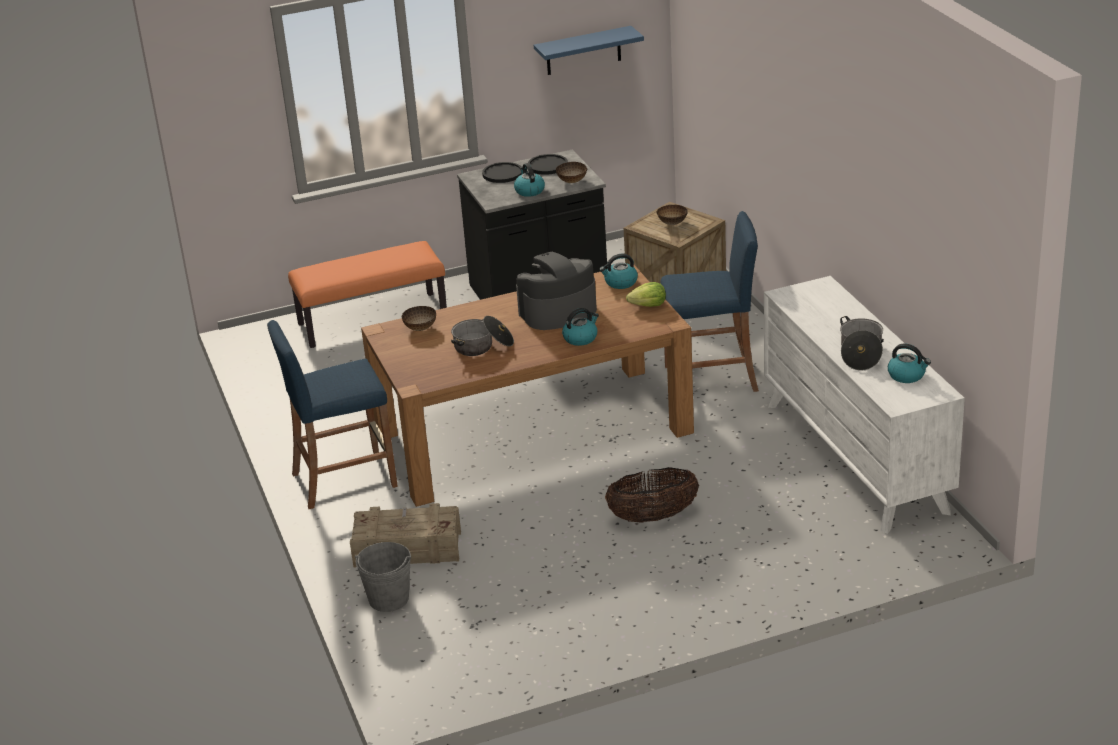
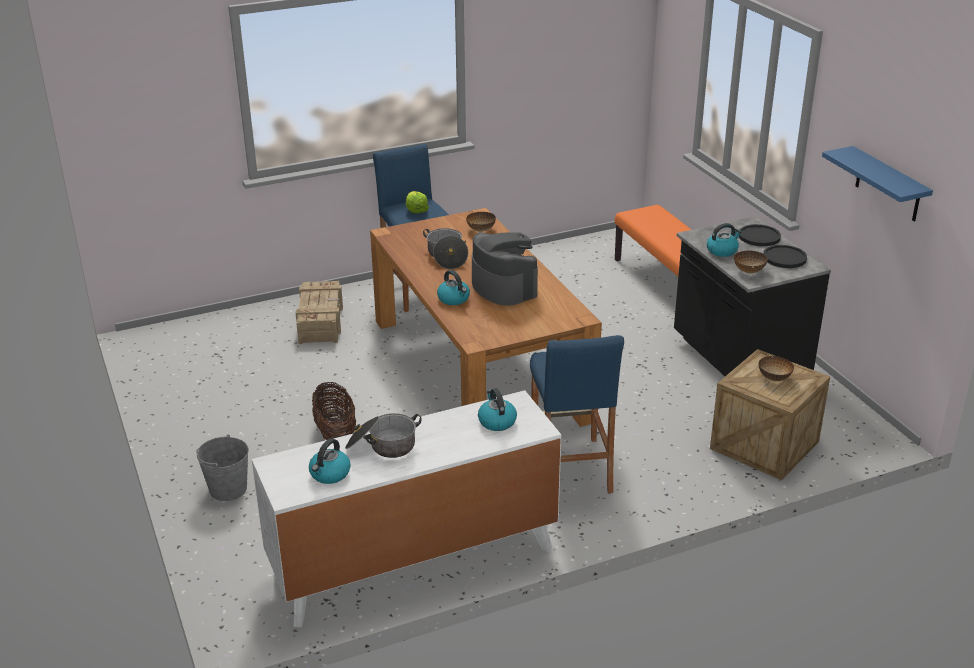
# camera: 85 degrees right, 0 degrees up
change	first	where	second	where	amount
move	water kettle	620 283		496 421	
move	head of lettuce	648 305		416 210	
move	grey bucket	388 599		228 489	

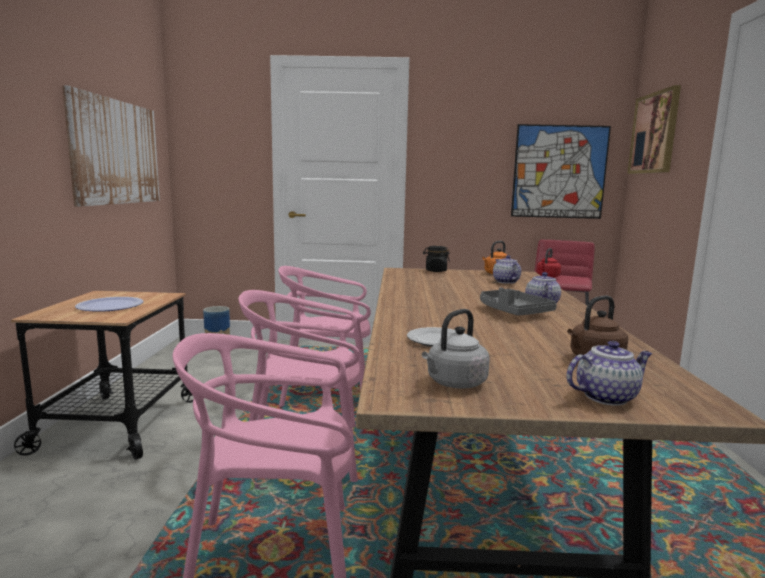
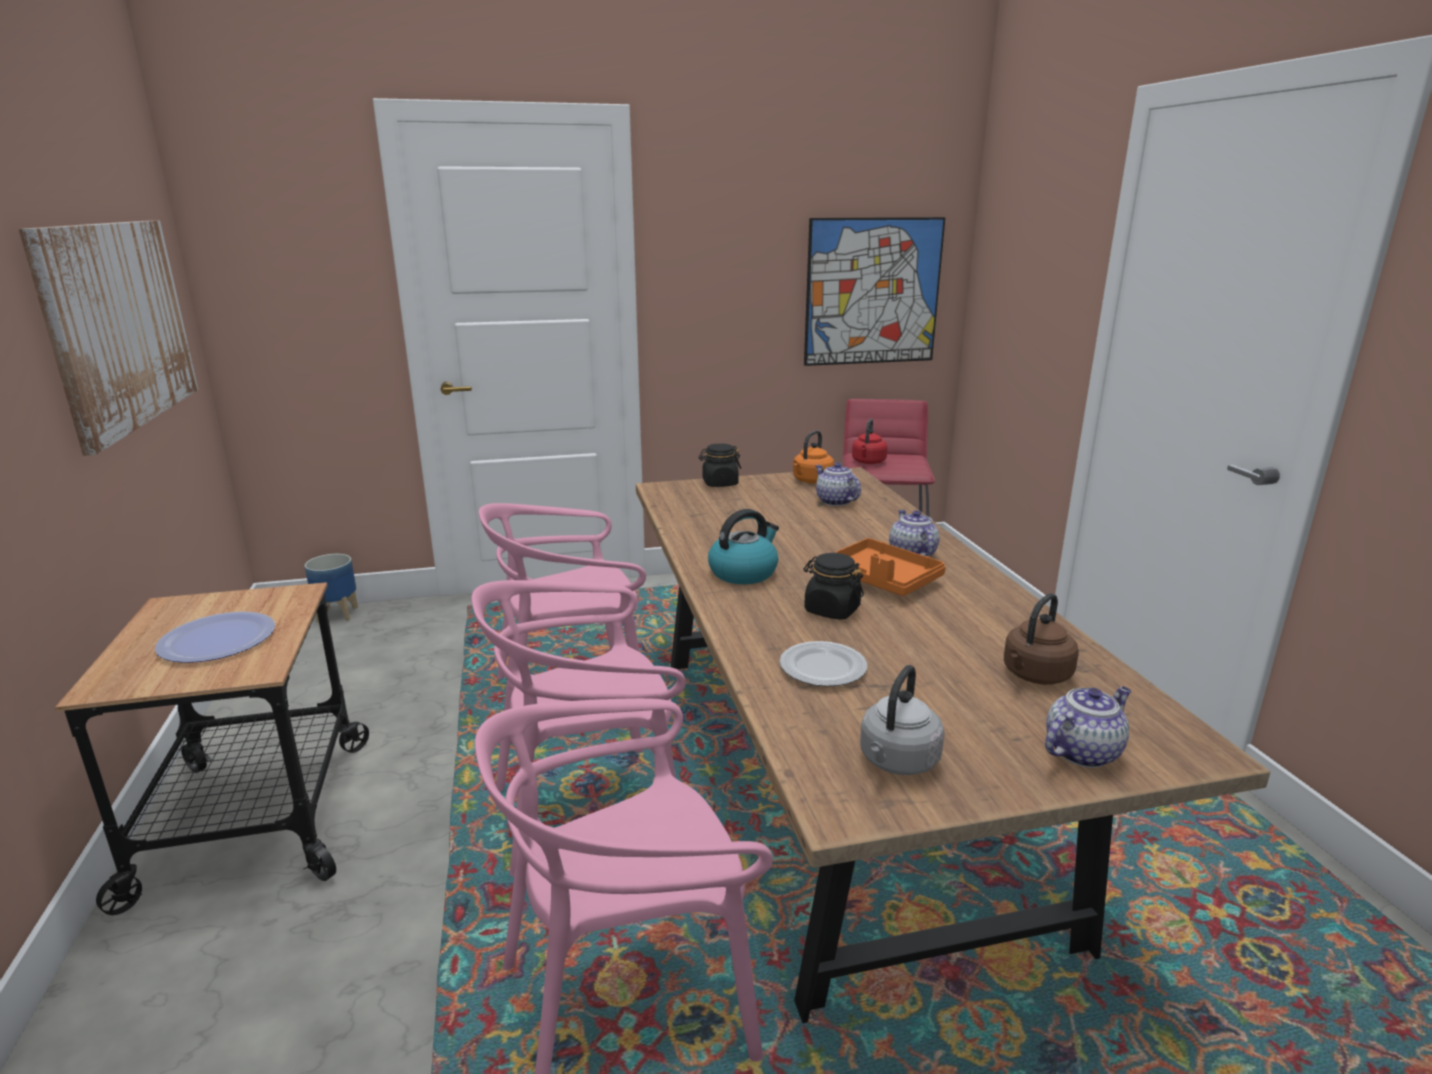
# camera: 15 degrees left, 10 degrees up
change	first	where	second	where	amount
delete	picture	654 133			
recolor	grey tray	512 312	orange tray	884 580	
insert			water kettle	743 572	
insert			black-coloured storage jar	831 610	

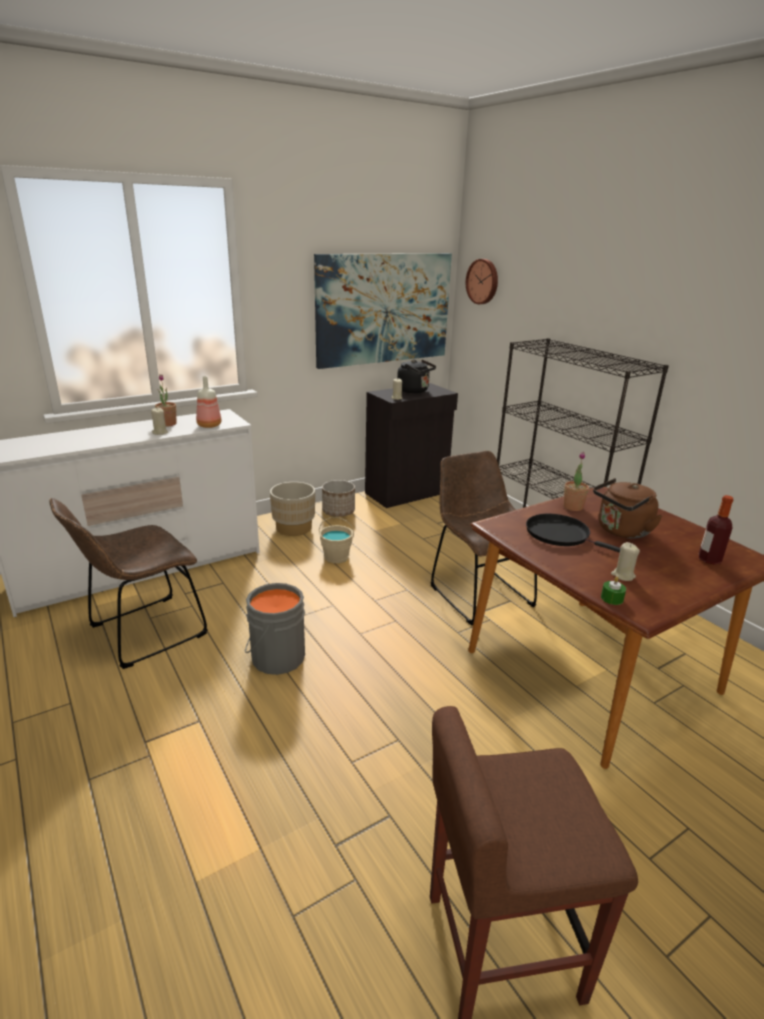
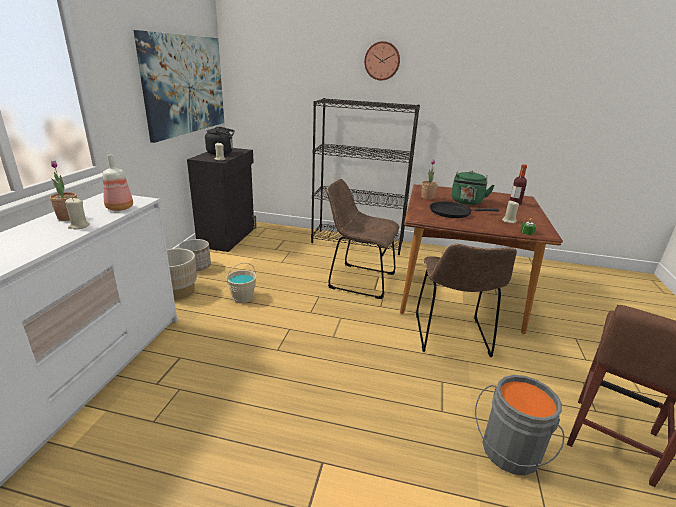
# camera: 45 degrees left, 0 degrees up
change	first	where	second	where	amount
move	hanging clock	483 281		382 61	
recolor	brownish water kettle	621 531	greenish water kettle	467 202	
move	brownish upright chair	142 633		452 337	
move	grey bucket	275 657		508 452	

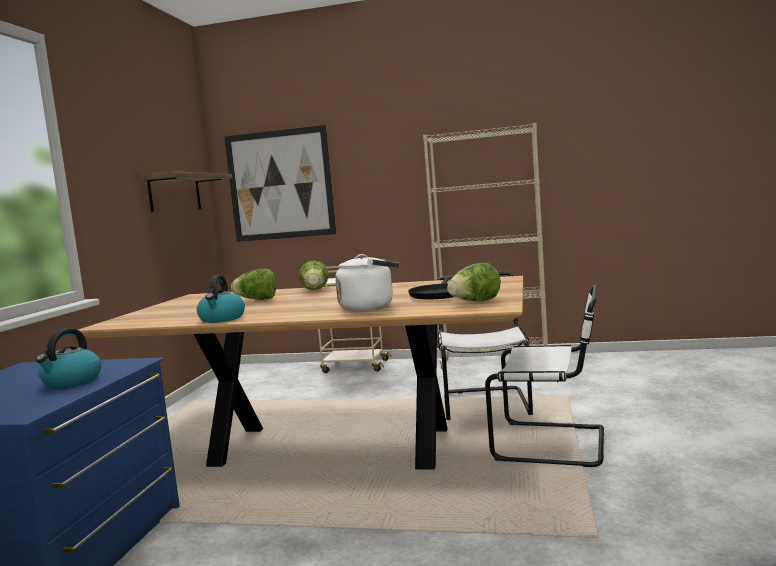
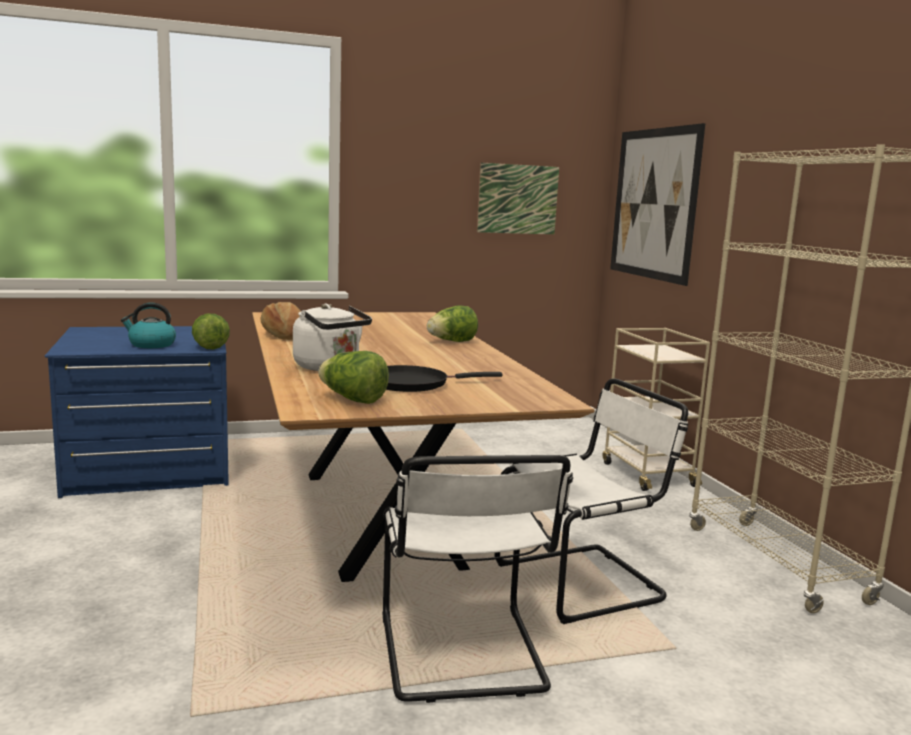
# camera: 60 degrees right, 5 degrees up
change	first	where	second	where	amount
replace	bracket shelf	175 193	picture	517 199	
move	head of lettuce	257 300		209 346	
replace	water kettle	222 319	baked bread	283 335	

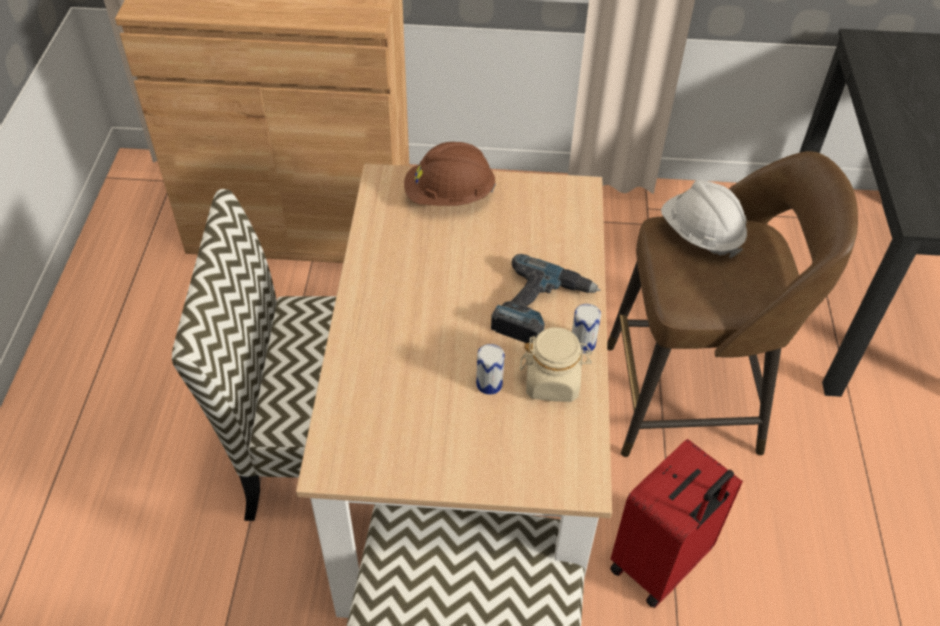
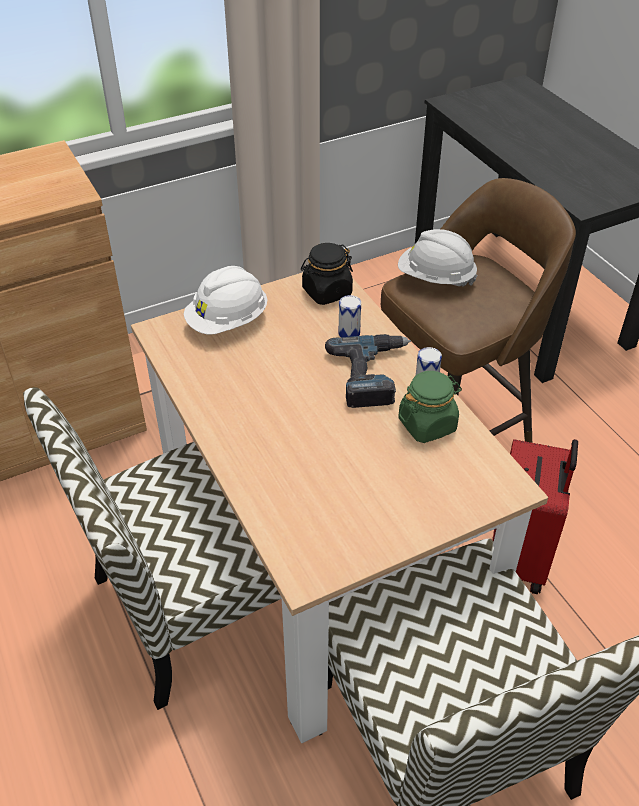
# camera: 30 degrees left, 5 degrees down
change	first	where	second	where	amount
recolor	brownish hard hat	449 196	white hard hat	228 322	
recolor	beige-coloured storage jar	552 382	greenish storage jar	427 424	
move	sealed can	489 384		349 333	
insert			black-coloured storage jar	326 292	

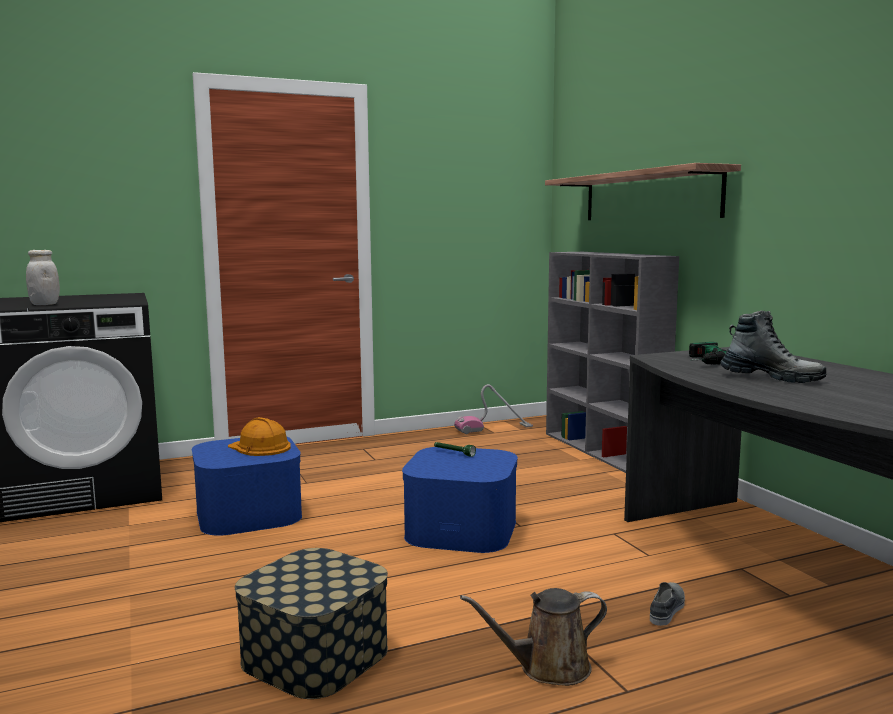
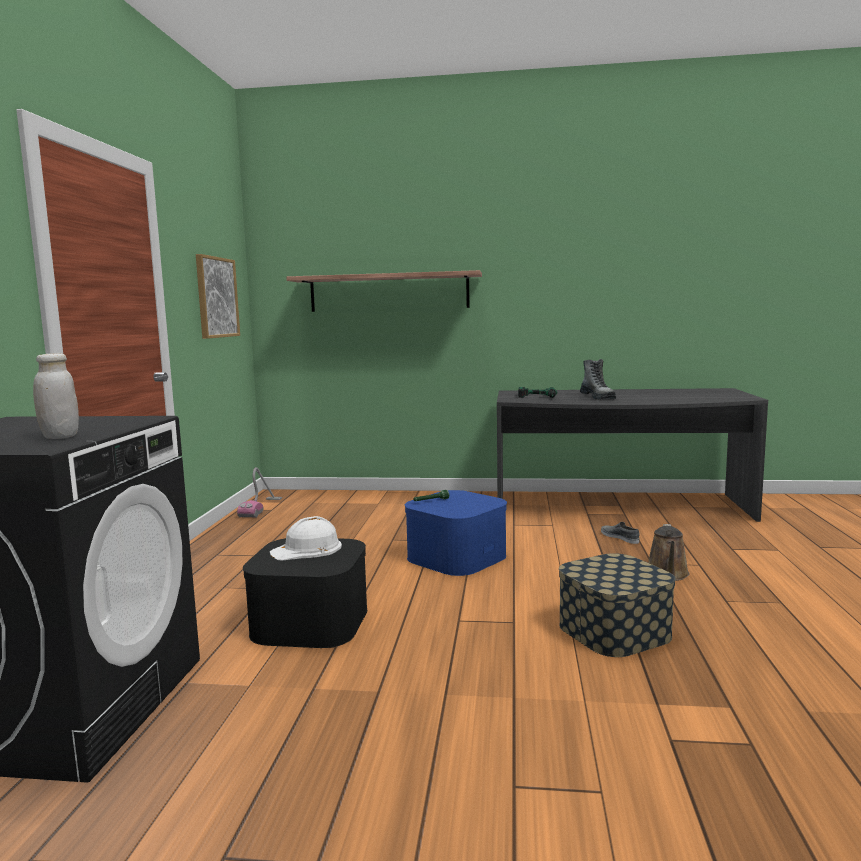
# camera: 60 degrees left, 0 degrees up
change	first	where	second	where	amount
delete	grey bookshelf	603 451			
rotate	boot	771 378		598 397	105 degrees clockwise
recolor	orange hard hat	260 447	white hard hat	307 549	
recolor	blue-coloured storage bin	248 513	black-coloured storage bin	310 622	
insert			picture	216 297	

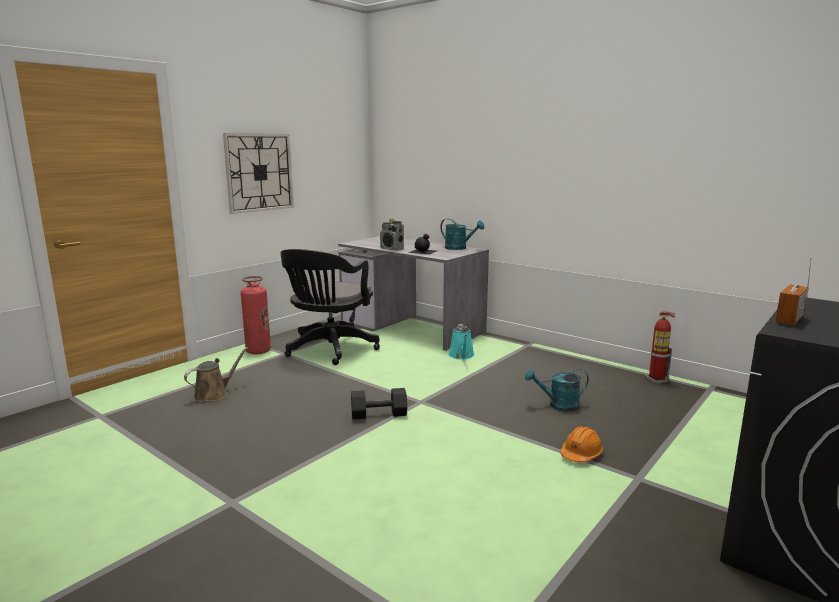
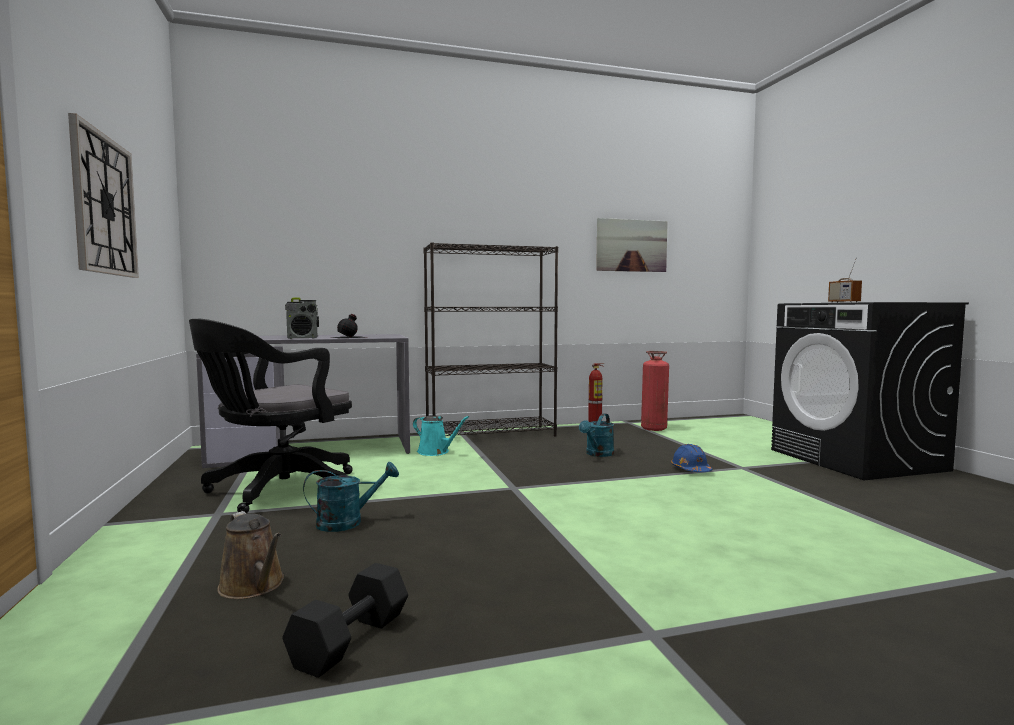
# camera: 55 degrees left, 10 degrees down
change	first	where	second	where	amount
move	turquoise-coloured watering pot	459 248		348 522	
rotate	black-coloured computer chair	329 350		276 491	75 degrees clockwise
move	fire extinguisher	258 351		653 429	
rotate	brownish watering pot	214 394		254 586	150 degrees clockwise
move	black-coloured free weight	379 414		349 639	
recolor	orange hard hat	581 454	blue-coloured hard hat	691 470	
insert			picture	631 245	
insert			black-coloured bookshelf	491 434	

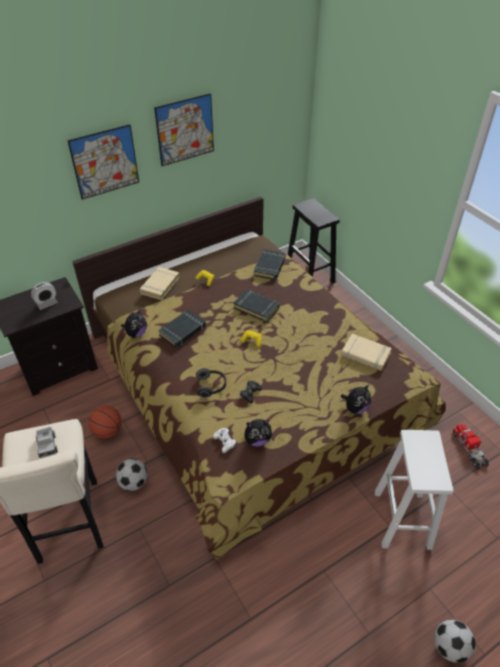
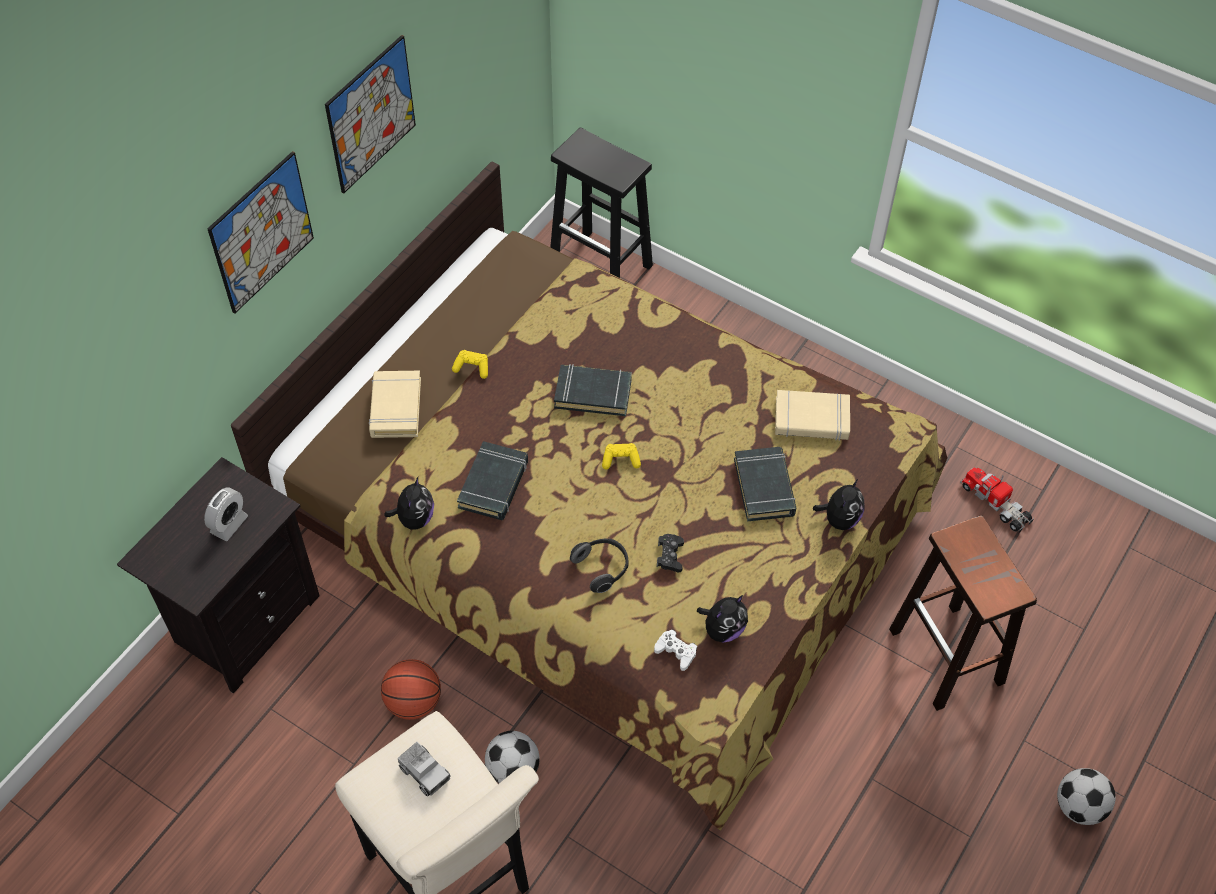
# camera: 25 degrees left, 10 degrees up
change	first	where	second	where	amount
move	black-coloured bound book	270 267		764 487	
recolor	white sitting stool	402 521	brownish sitting stool	947 657	

